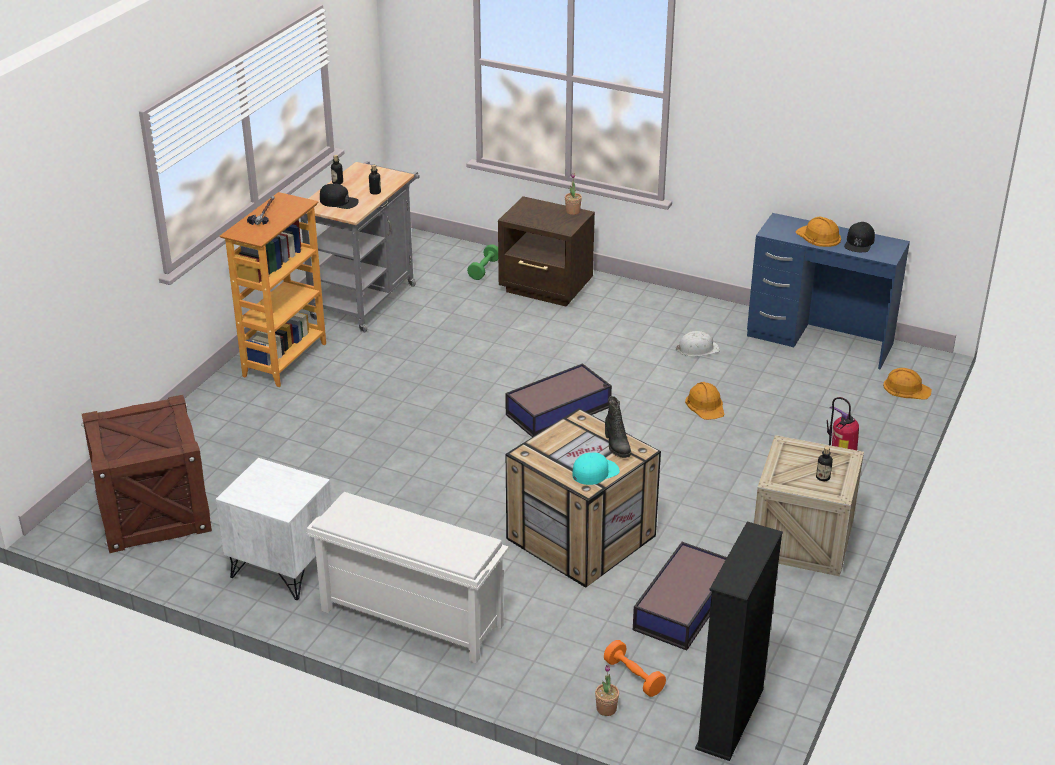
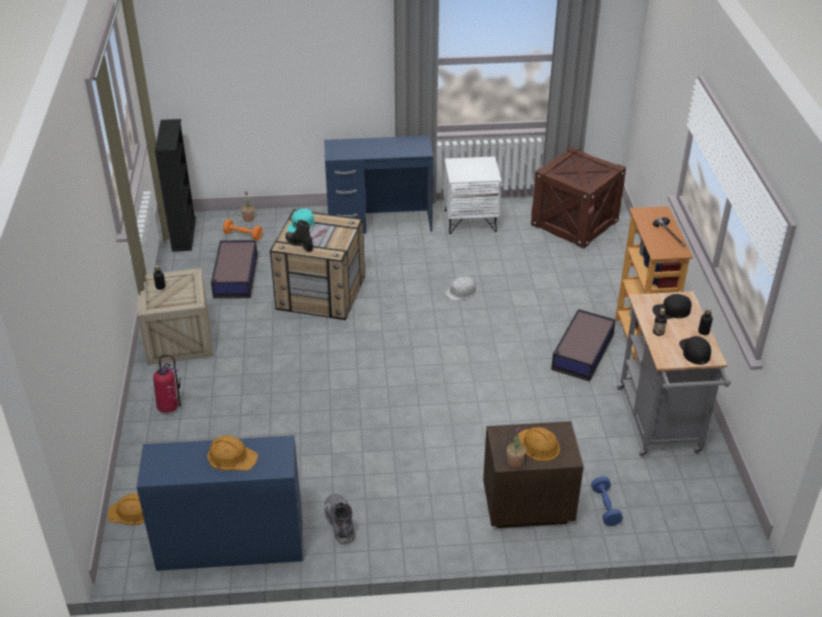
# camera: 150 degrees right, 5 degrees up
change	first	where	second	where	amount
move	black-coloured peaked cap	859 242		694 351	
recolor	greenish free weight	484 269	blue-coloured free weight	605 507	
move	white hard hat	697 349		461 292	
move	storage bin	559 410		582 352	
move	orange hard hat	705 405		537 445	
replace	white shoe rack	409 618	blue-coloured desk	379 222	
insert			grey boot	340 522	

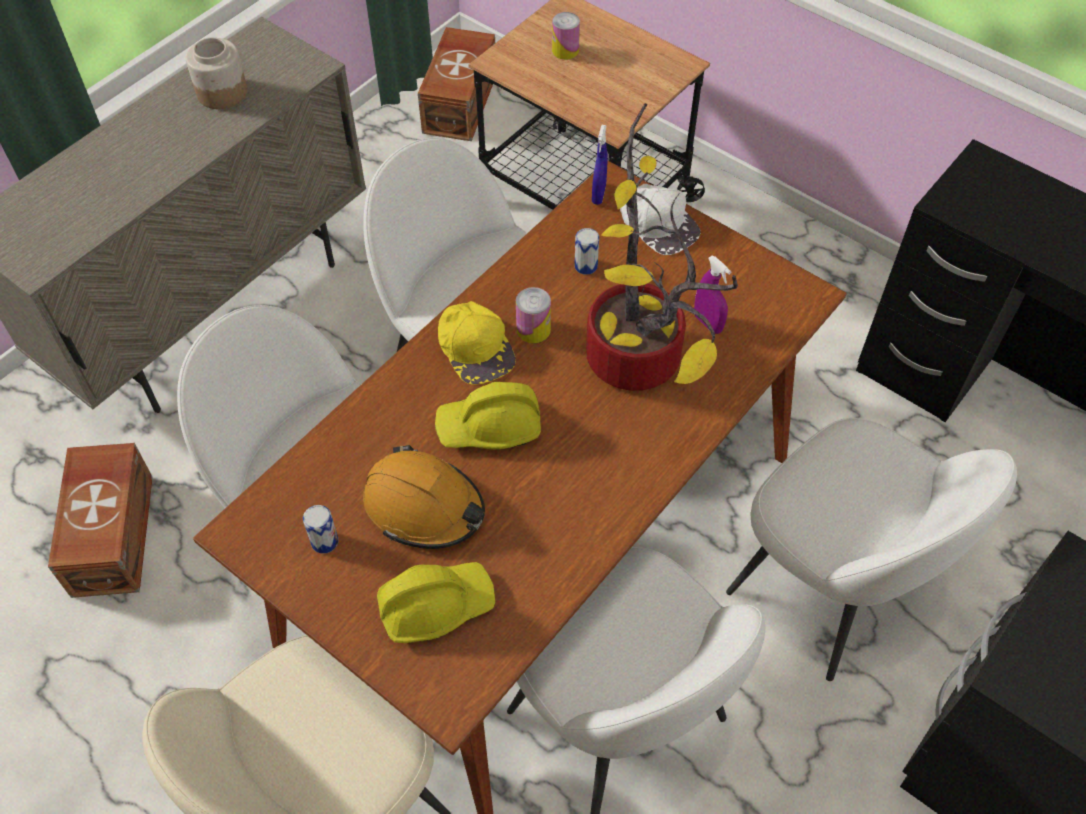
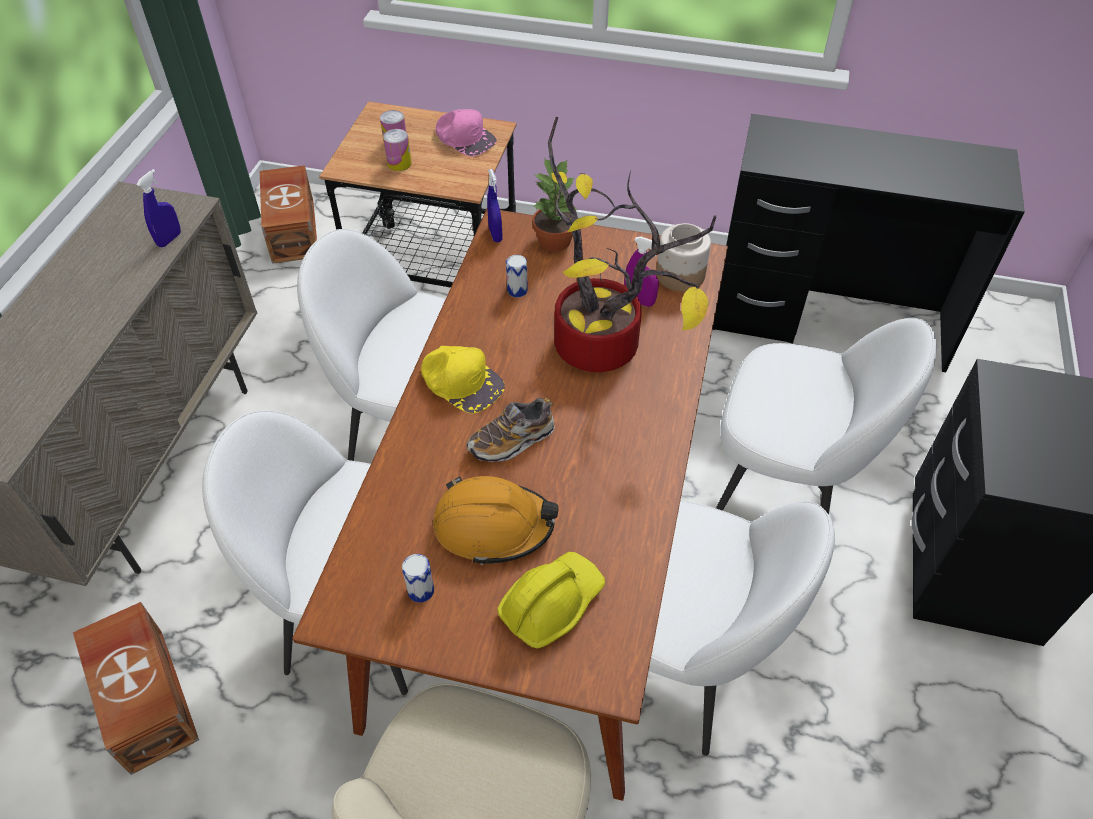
# camera: 25 degrees left, 5 degrees down
change	first	where	second	where	amount
move	storage jar	221 92		679 275	
replace	white peaked cap	657 222	plant in a pot	555 240	
move	sealed can	533 329		399 163	
replace	yellow hard hat	490 427	shoe	512 441	
insert			pinkish peaked cap	465 138	
insert			blue-coloured spray bottle	169 239	

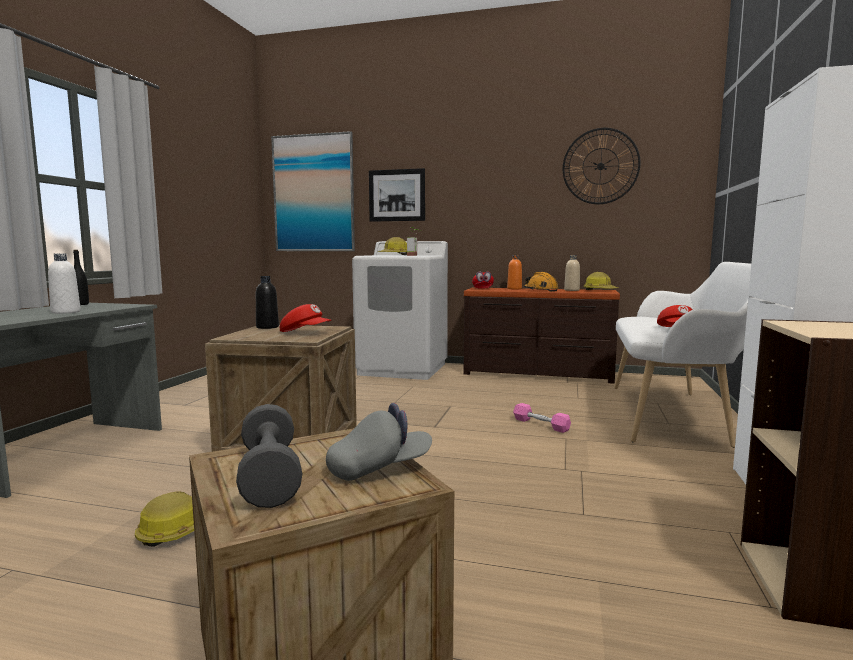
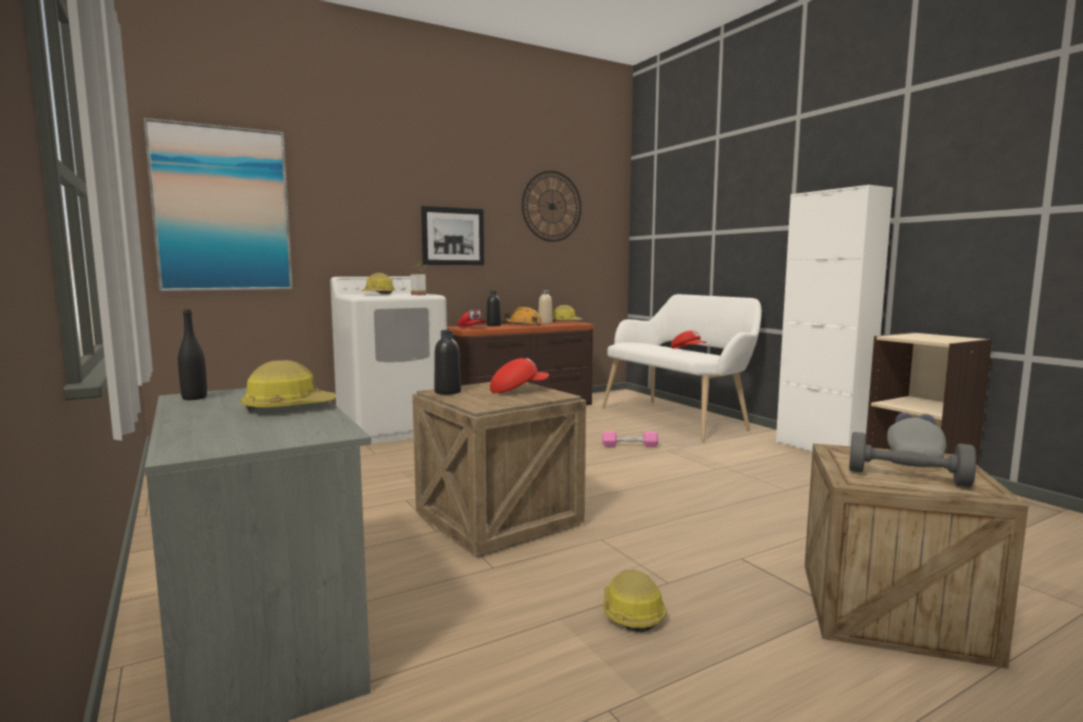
# camera: 45 degrees left, 0 degrees up
change	first	where	second	where	amount
move	picture	397 195		453 236	
replace	white bottle	65 312	hard hat	288 408	
recolor	orange bottle	514 289	black-coloured bottle	493 325	

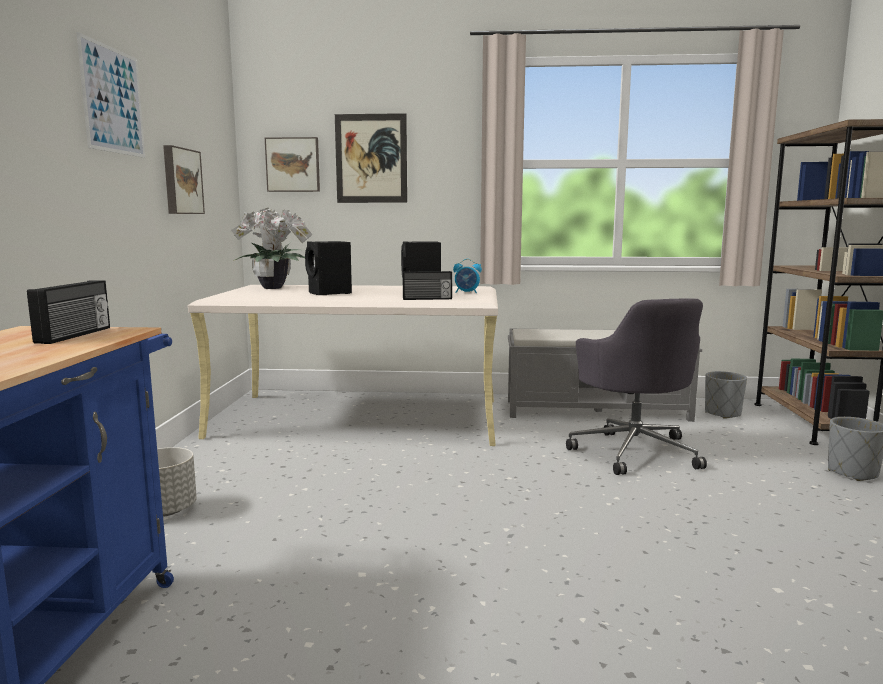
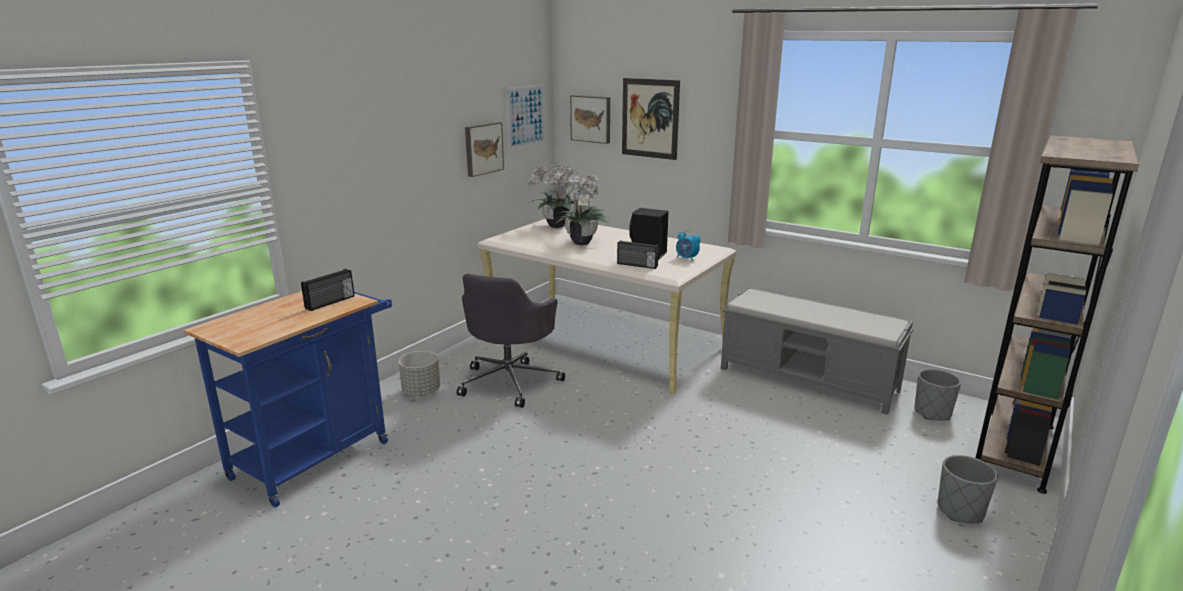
# camera: 30 degrees right, 10 degrees up
change	first	where	second	where	amount
move	picture	113 100		526 116	
replace	black-coloured speaker	330 293	plant in a pot	583 242	
move	grey computer chair	634 451		510 381	

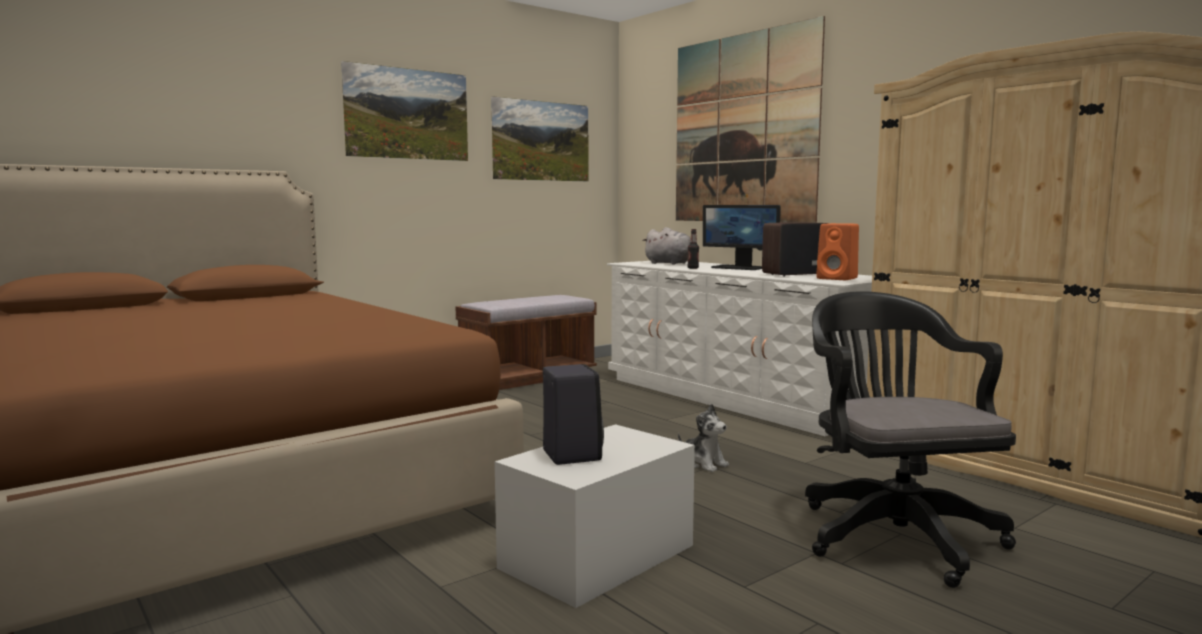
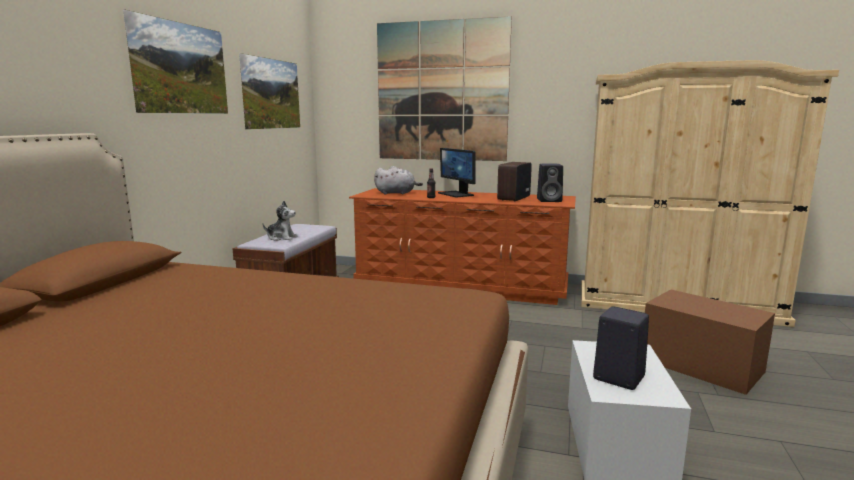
# camera: 35 degrees left, 5 degrees up
change	first	where	second	where	amount
rotate	computer screen	739 268		456 194	60 degrees clockwise
recolor	orange speaker	838 278	black-coloured speaker	550 200	
recolor	white dresser	735 397	brownish dresser	461 285	
replace	black-coloured computer chair	893 533	brownish storage bin	700 365	
move	cuddly toy	703 464		281 238	

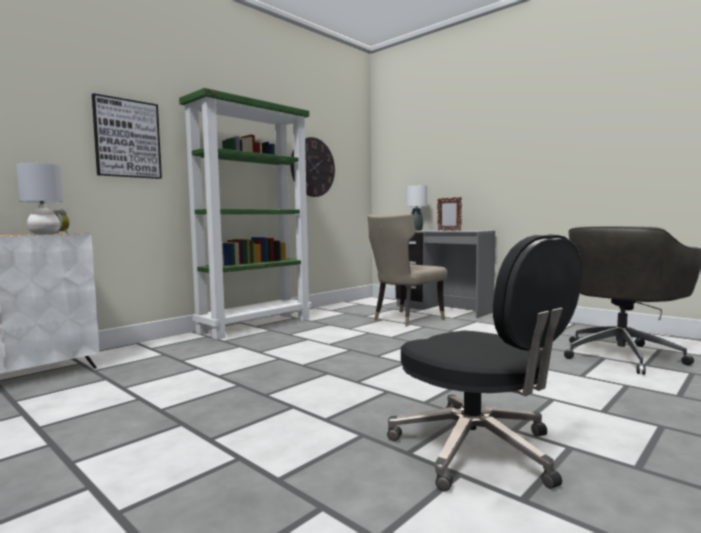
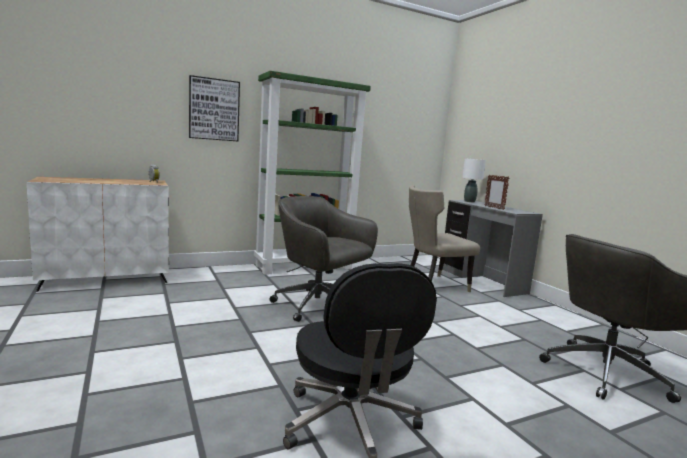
# camera: 20 degrees right, 5 degrees up
change	first	where	second	where	amount
delete	hanging clock	313 167			
delete	grey lamp for a table	44 234			
insert			grey computer chair	319 306	

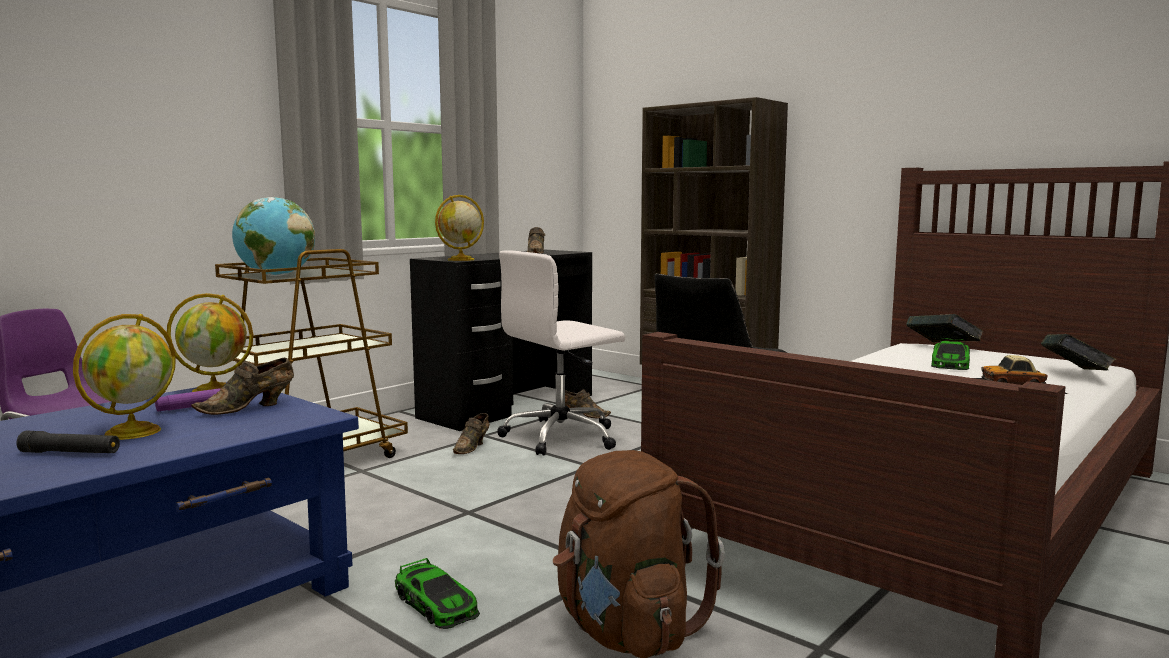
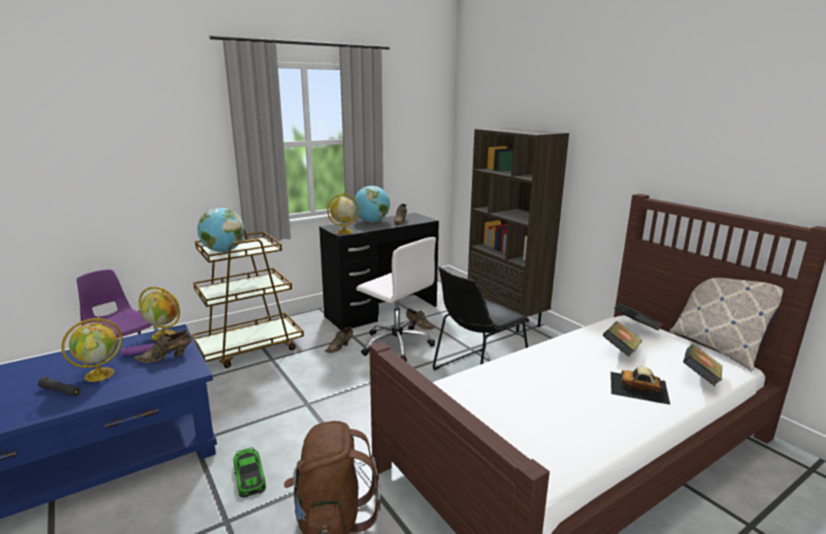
# camera: 15 degrees right, 10 degrees up
change	first	where	second	where	amount
rotate	white computer chair	562 437		396 344	120 degrees counterclockwise
replace	miniature car	950 363	bound book	620 351	
insert			desk globe	372 222	
insert			throw pillow	717 347	

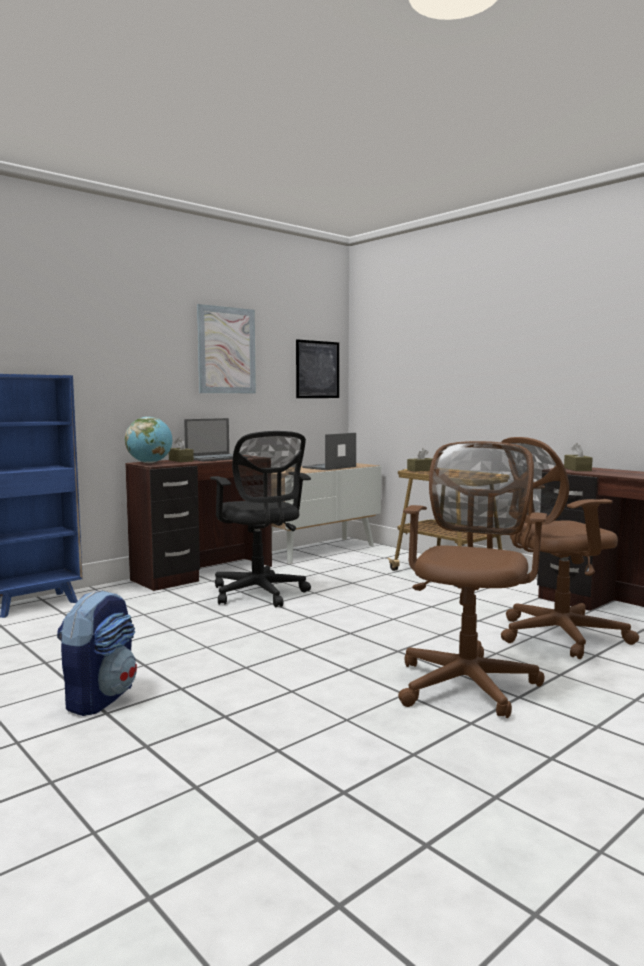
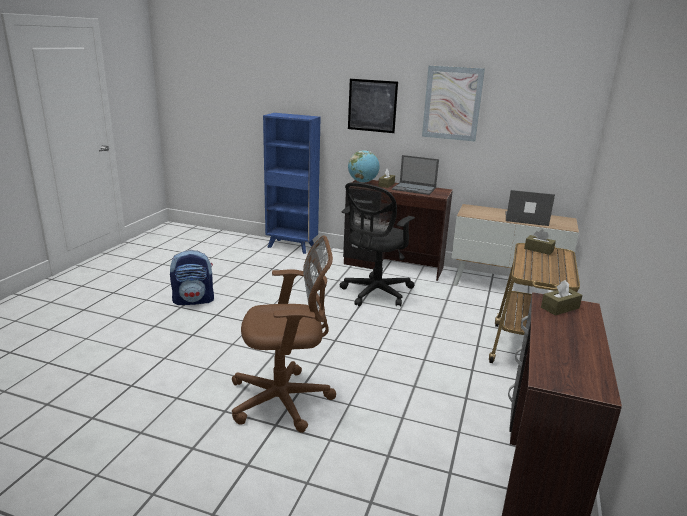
# camera: 60 degrees right, 15 degrees up
change	first	where	second	where	amount
move	picture	317 369		372 105	
delete	brownish computer chair	555 636			

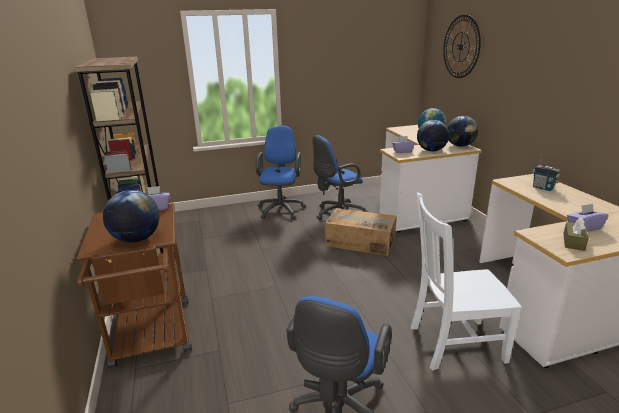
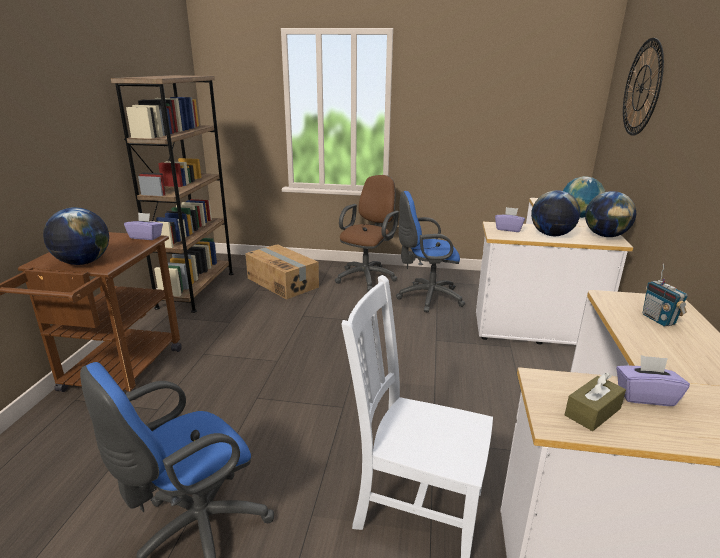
# camera: 25 degrees right, 0 degrees up
change	first	where	second	where	amount
recolor	blue-coloured computer chair	281 209	brownish computer chair	367 277	
move	packing box	360 241		283 282	

